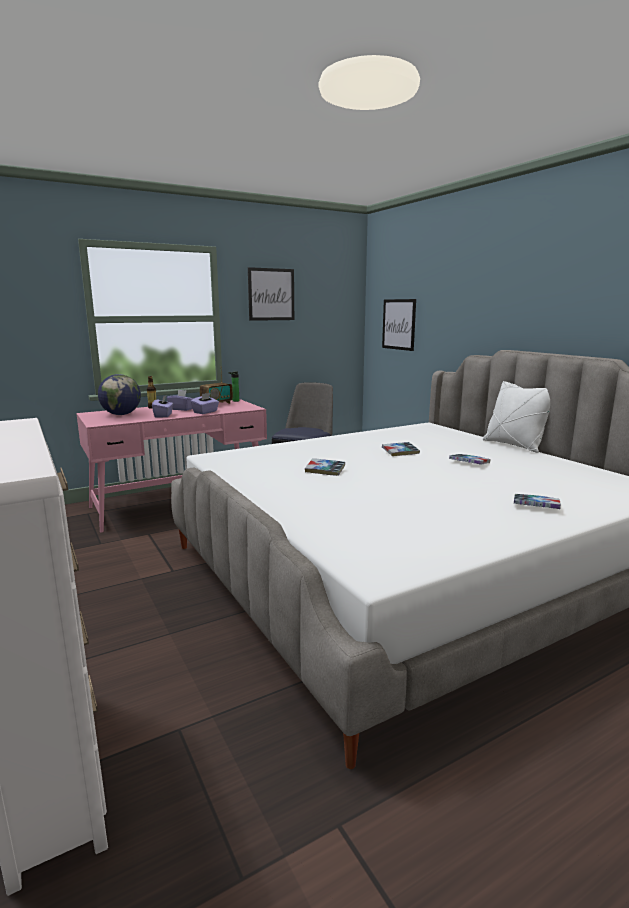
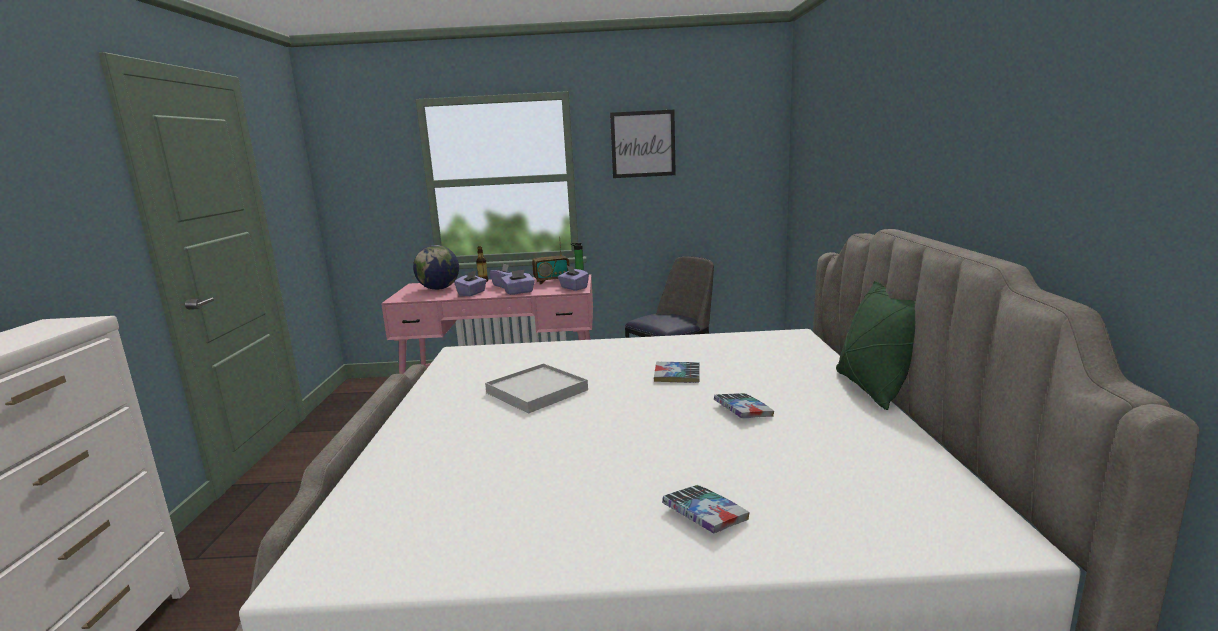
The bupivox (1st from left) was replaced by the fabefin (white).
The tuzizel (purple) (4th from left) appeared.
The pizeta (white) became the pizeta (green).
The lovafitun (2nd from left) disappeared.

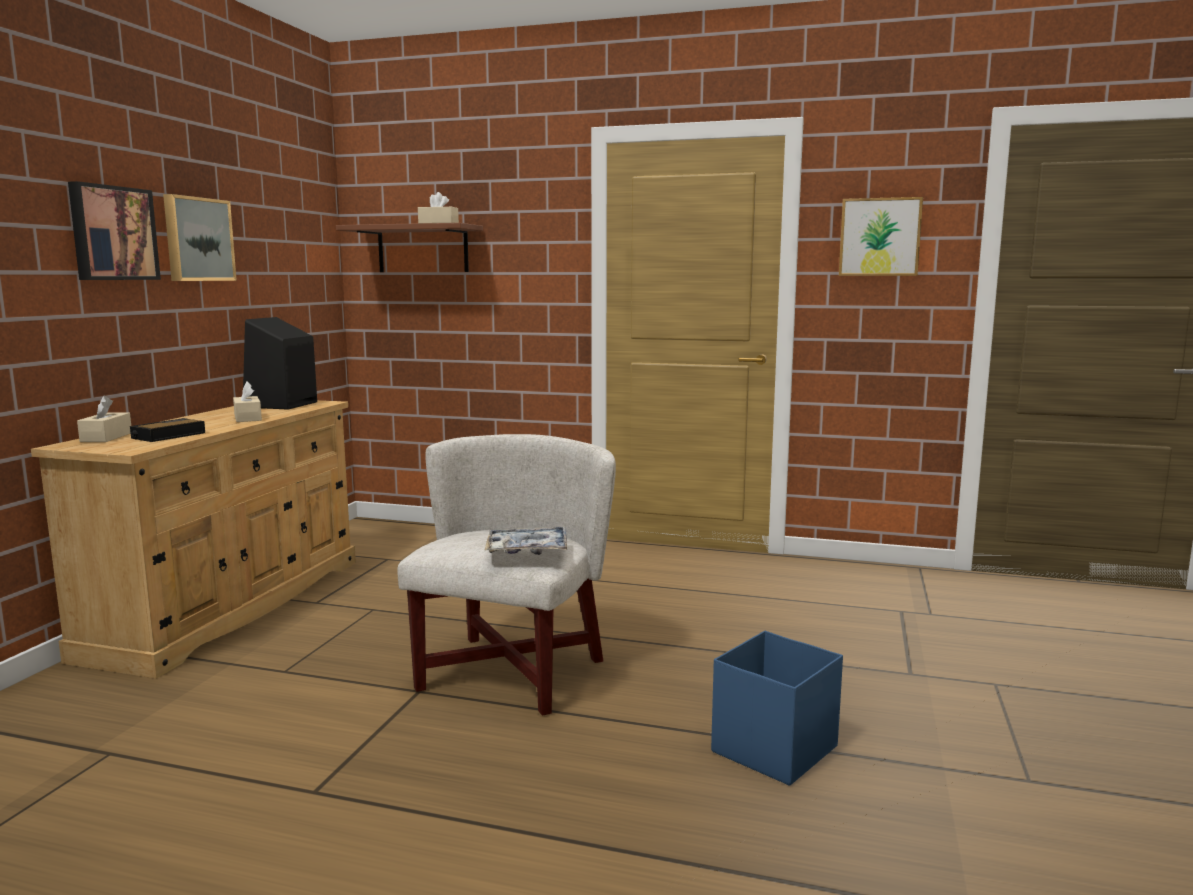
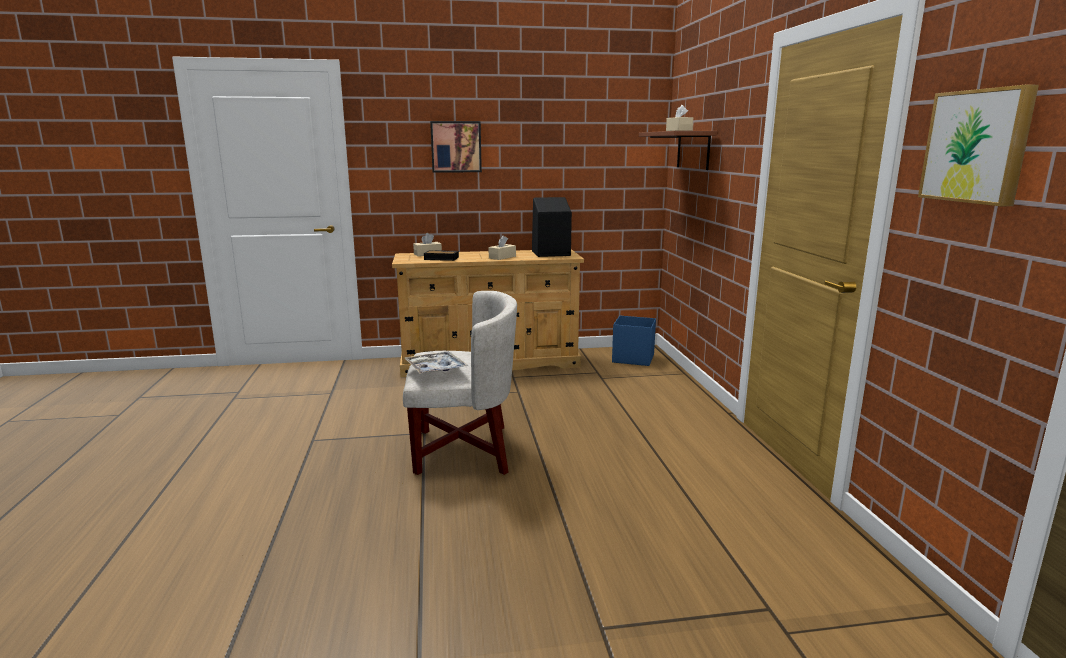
The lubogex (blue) moved.
The lovafitun (2nd from left) disappeared.

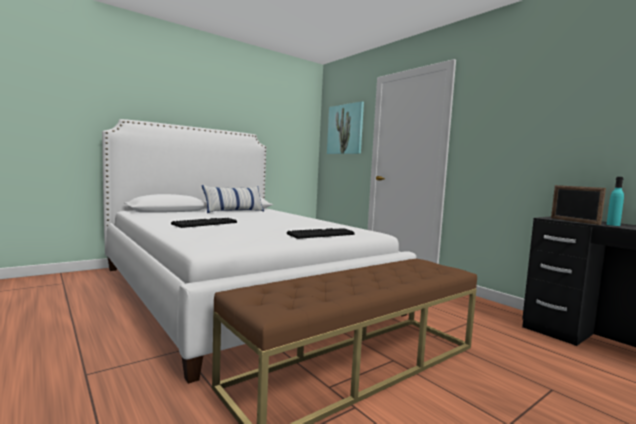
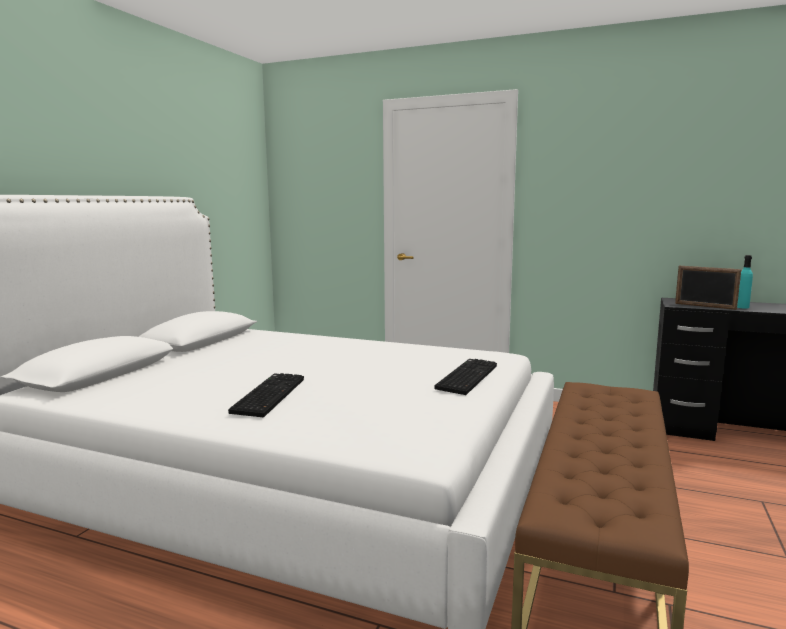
The pizeta disappeared.
The lovafitun disappeared.

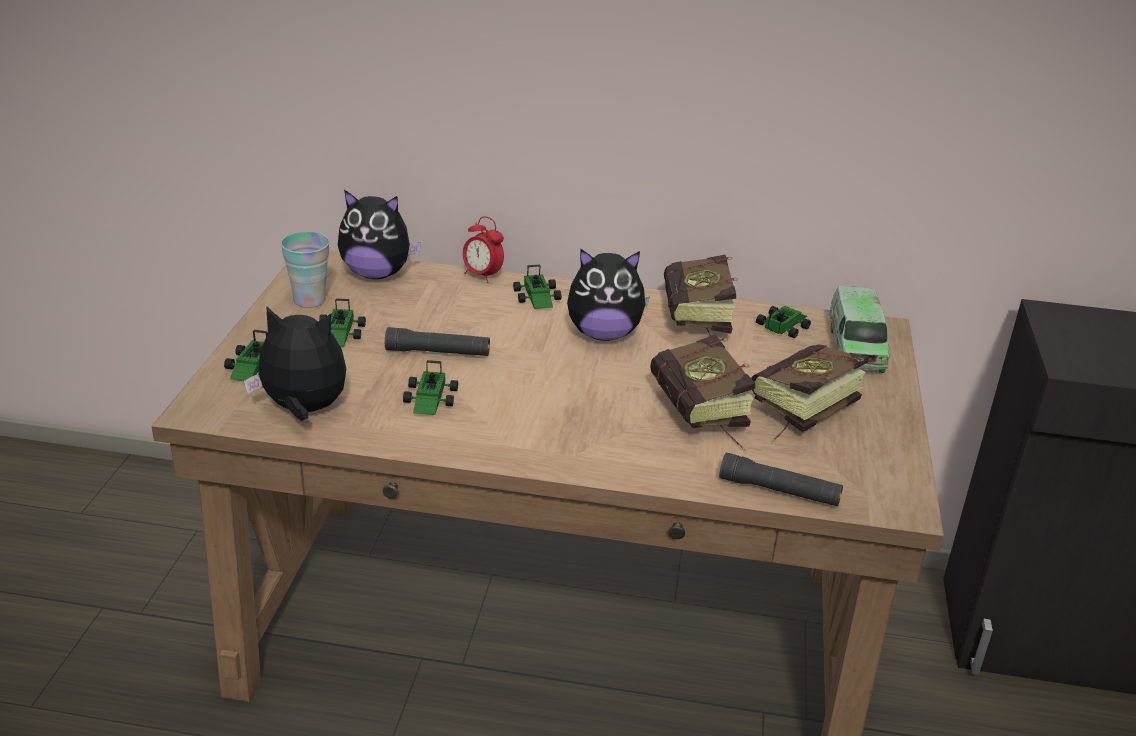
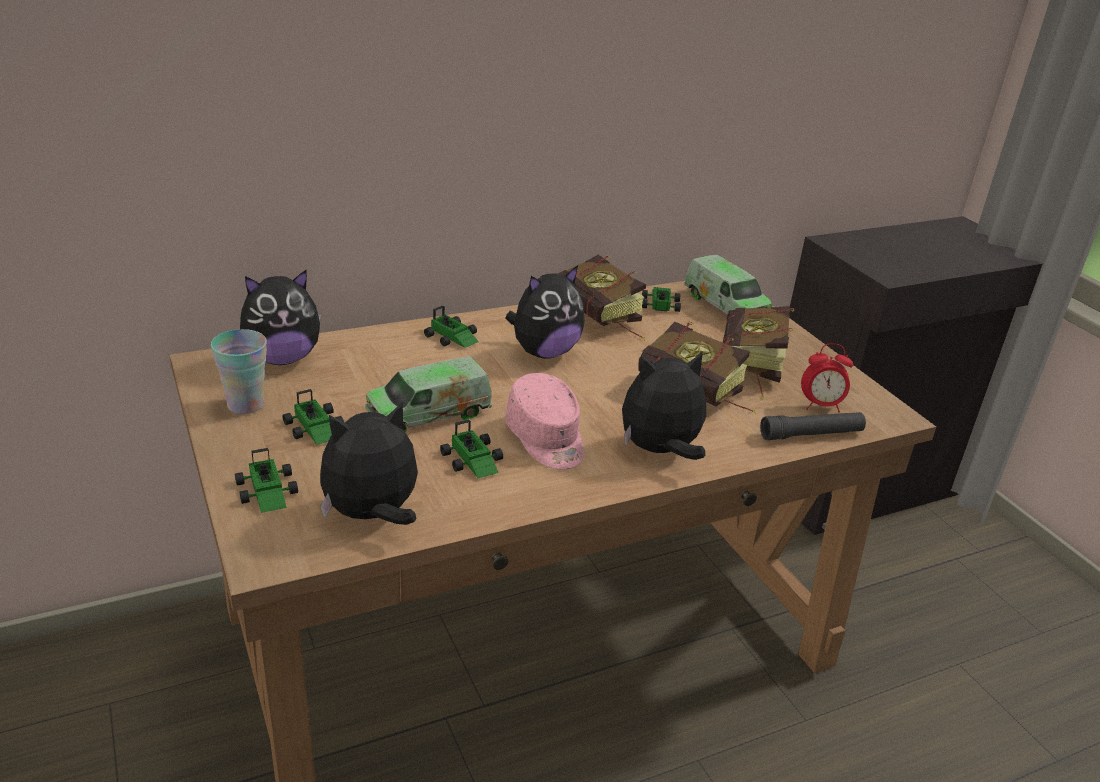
The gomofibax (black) (1st from left) was replaced by the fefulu (1st from left).
The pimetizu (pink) appeared.
The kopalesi (4th from left) appeared.
The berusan moved.

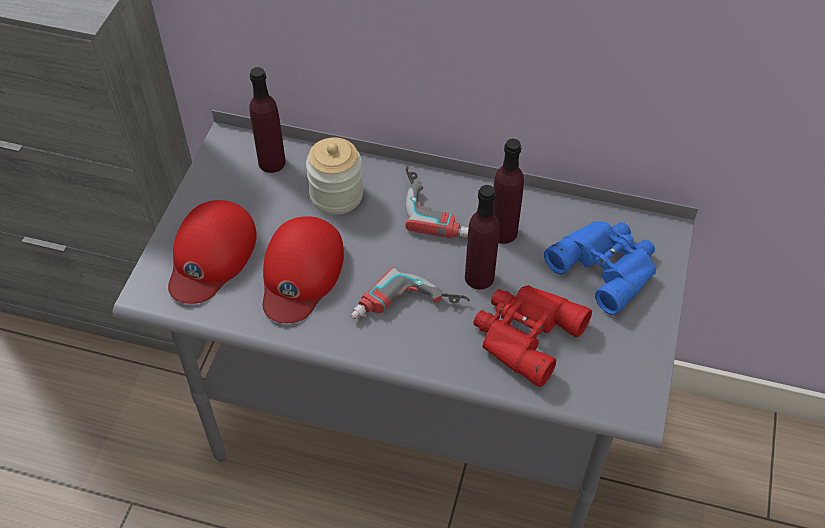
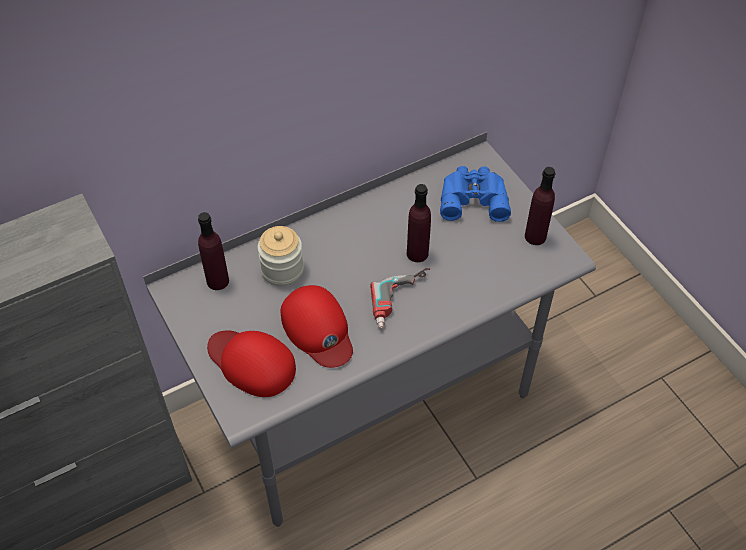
The pimetizu (red) (1st from left) turned 150 degrees clockwise.
The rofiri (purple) (3rd from left) moved.
The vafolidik (2nd from left) disappeared.
The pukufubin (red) disappeared.

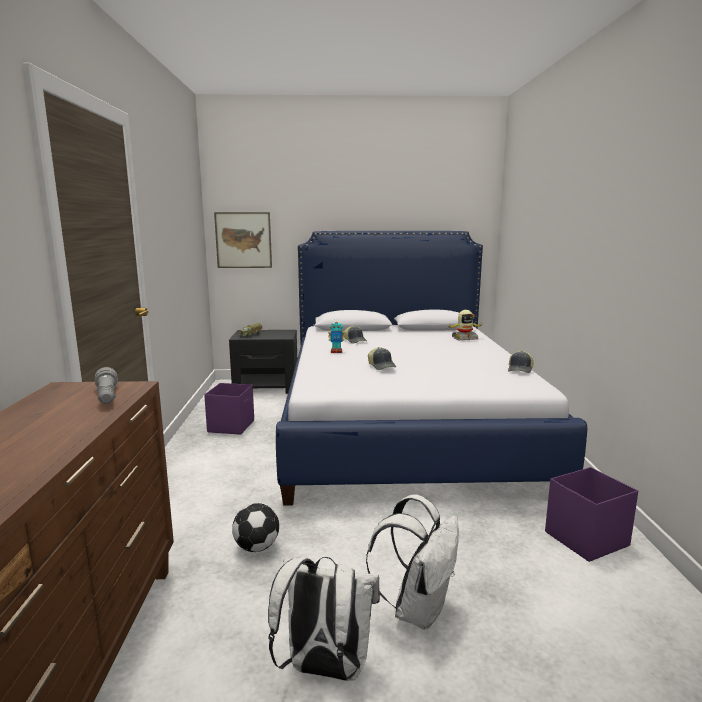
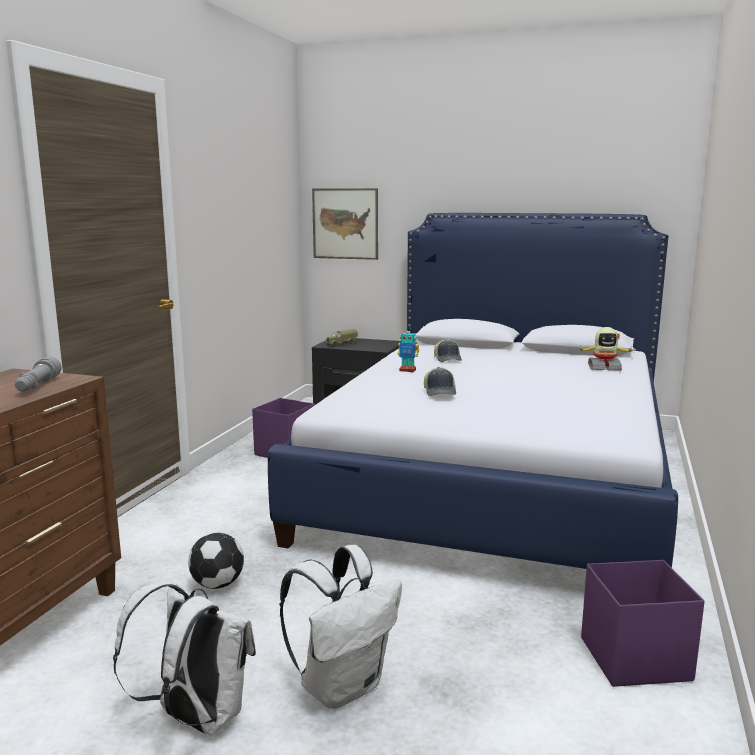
The pimetizu (3rd from left) disappeared.

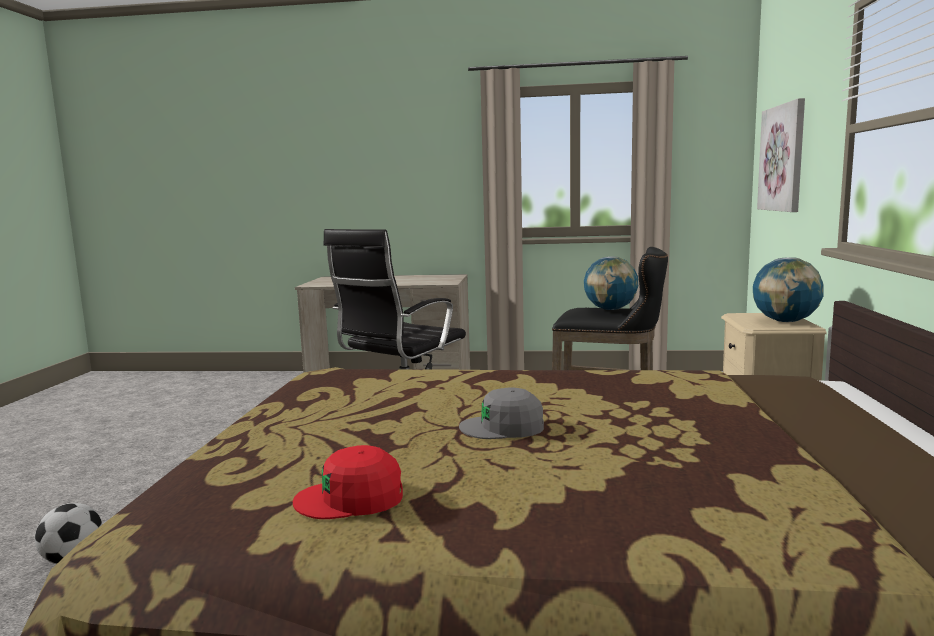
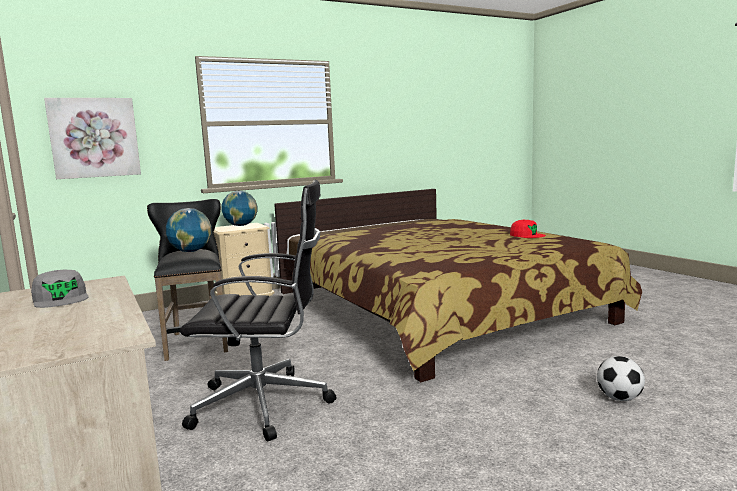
The pimetizu (grey) moved.

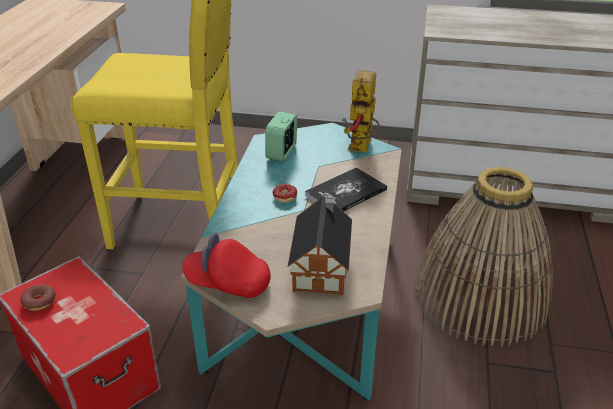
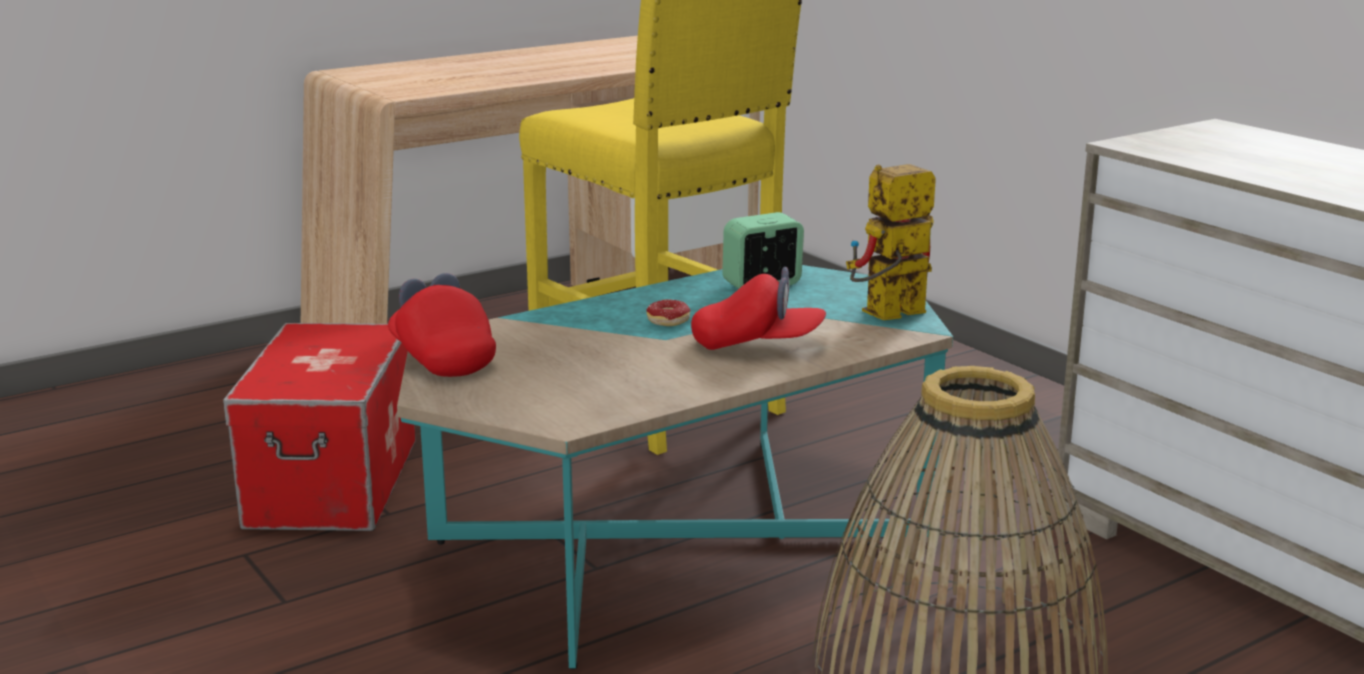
The bupivox was replaced by the pimetizu (red) (2nd from left).
The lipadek (1st from left) disappeared.
The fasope disappeared.

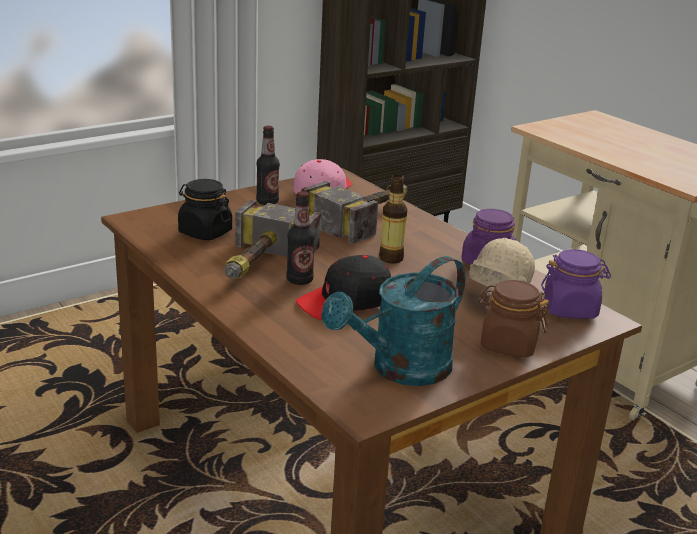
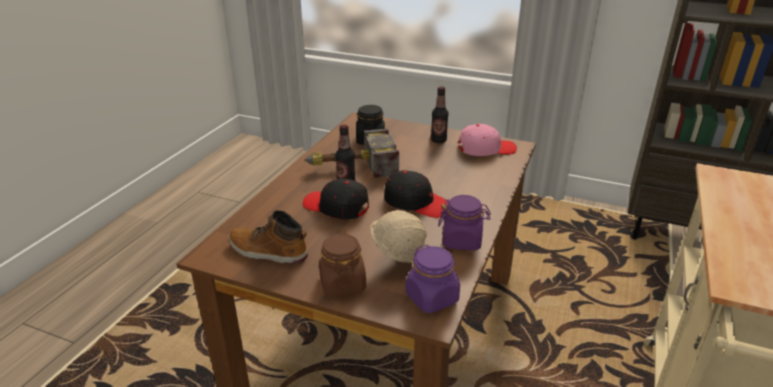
The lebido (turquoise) was replaced by the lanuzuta.
The rofiri (3rd from left) was replaced by the pimetizu (black) (2nd from left).
The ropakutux (2nd from left) disappeared.

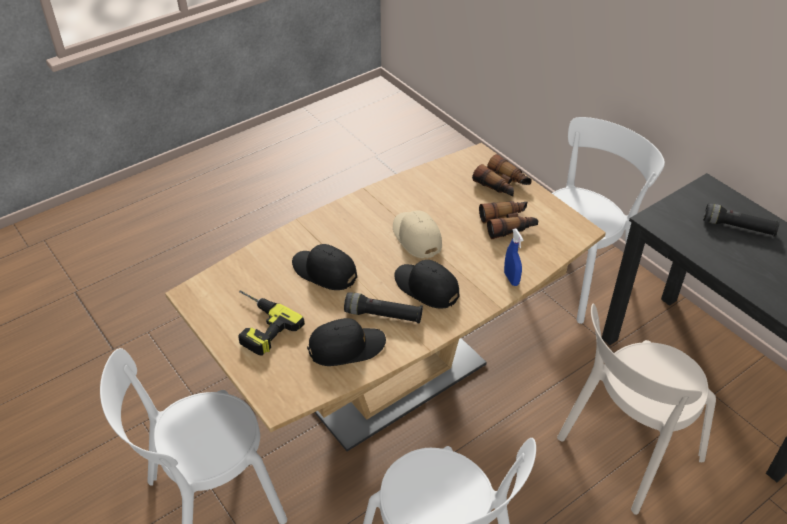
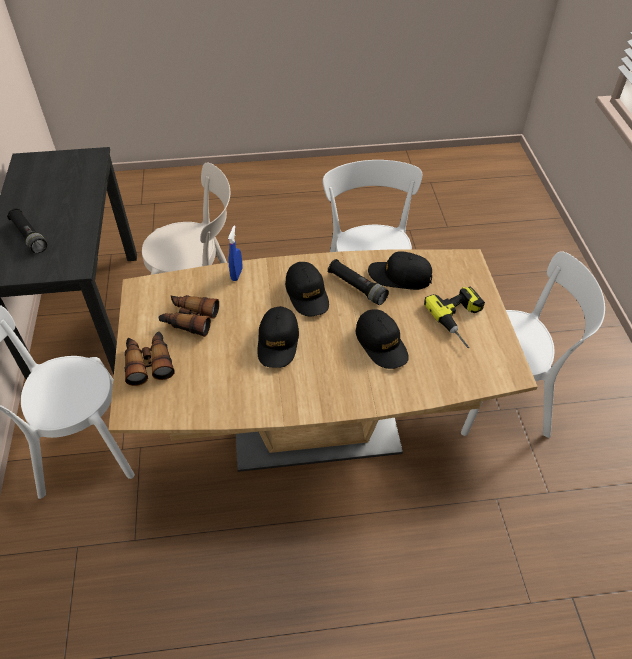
The pimetizu (beige) became the pimetizu (black) (1st from left).

